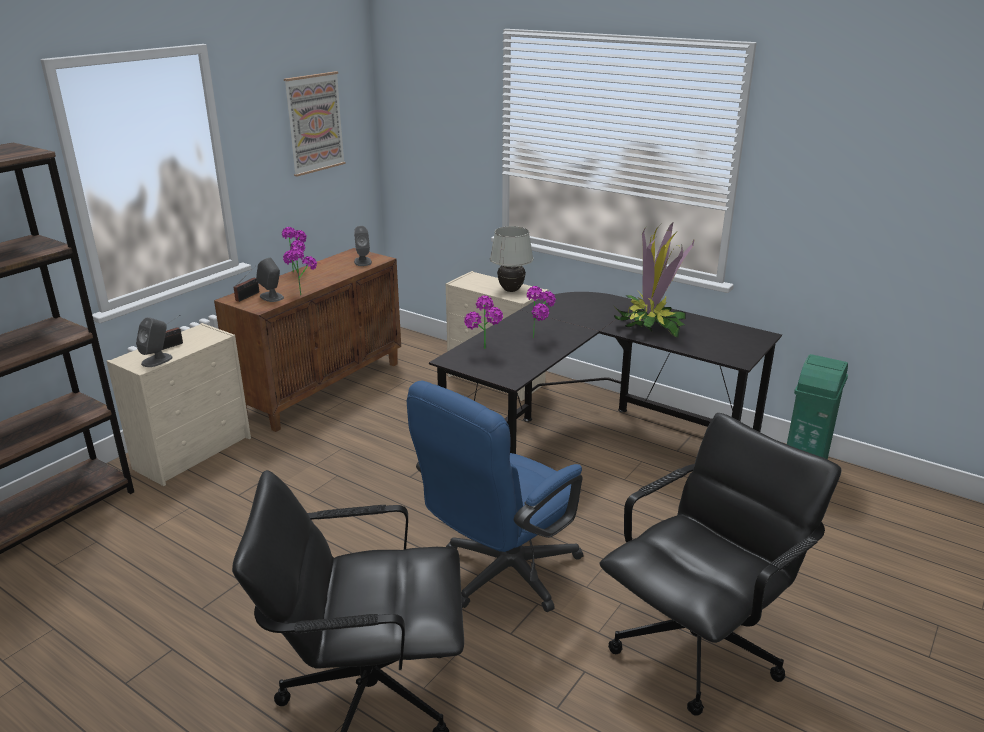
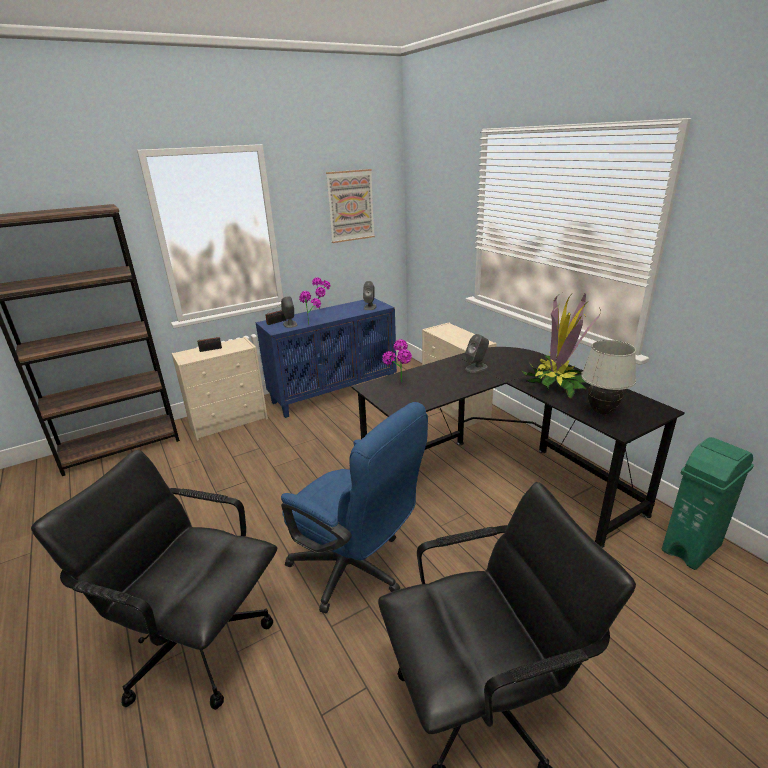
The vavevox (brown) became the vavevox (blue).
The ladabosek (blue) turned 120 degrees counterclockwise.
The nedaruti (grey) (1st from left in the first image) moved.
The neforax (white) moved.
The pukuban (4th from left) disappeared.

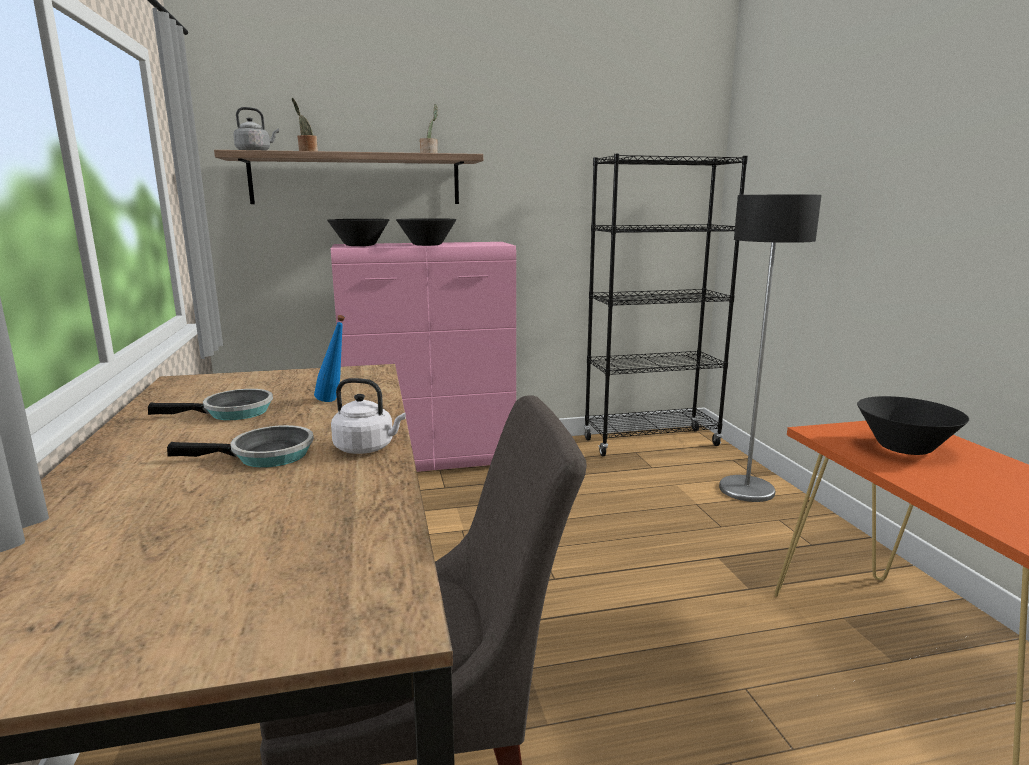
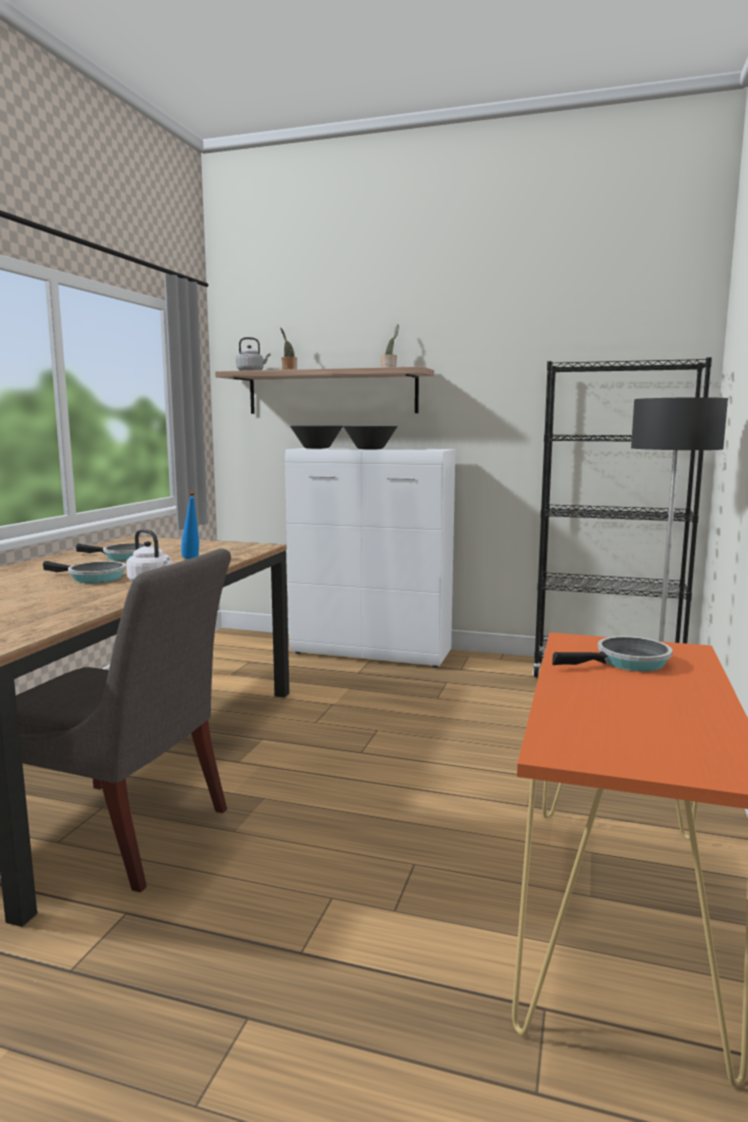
The vavevox (pink) became the vavevox (white).
The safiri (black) (3rd from left) was replaced by the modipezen (3rd from left).

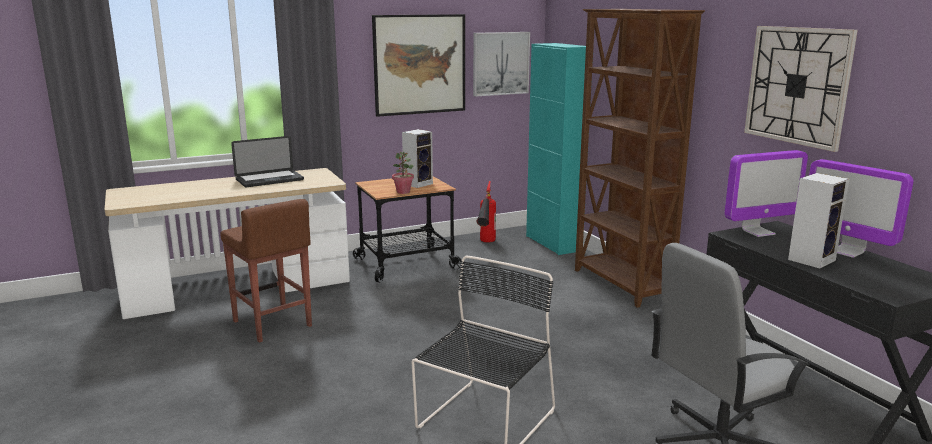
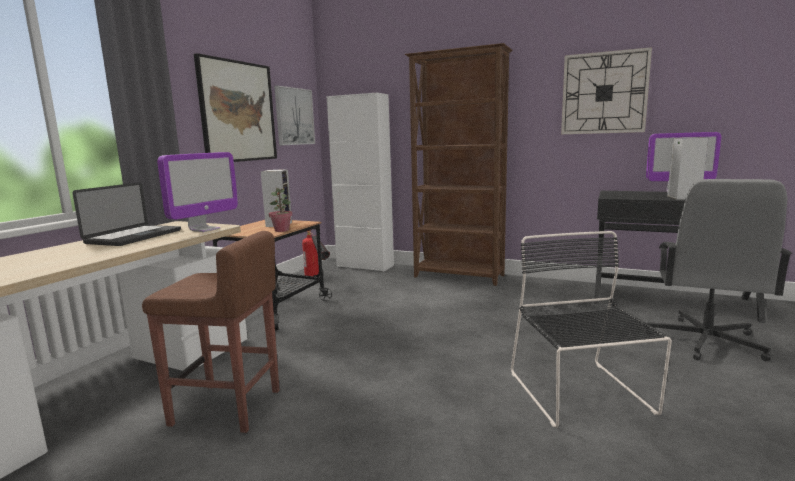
The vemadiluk (1st from left) moved.
The vavevox (turquoise) became the vavevox (white).

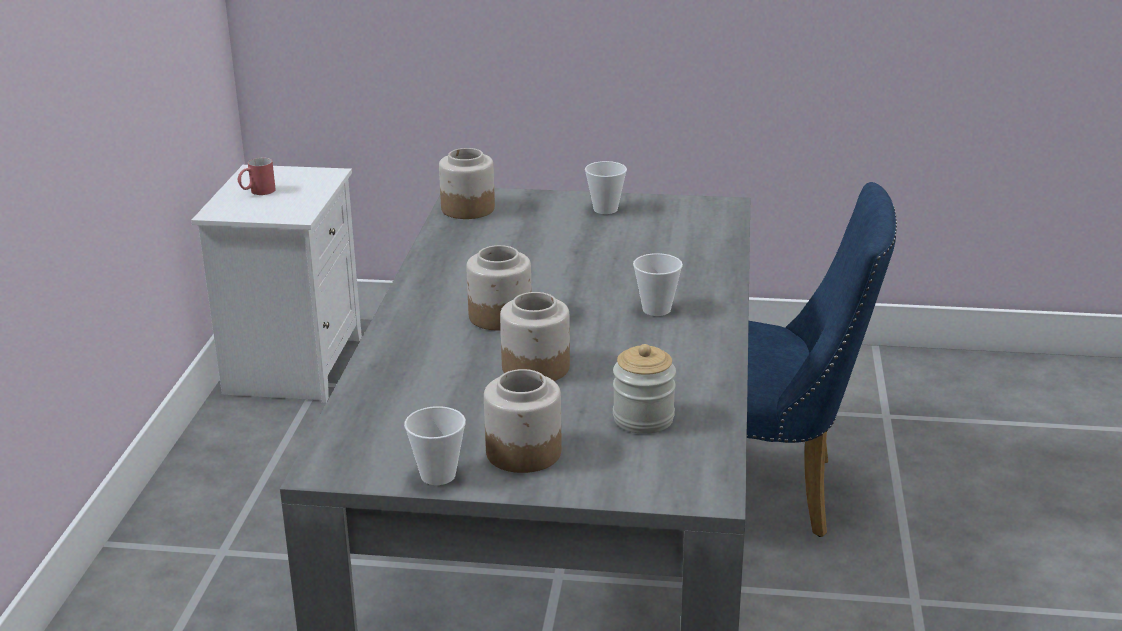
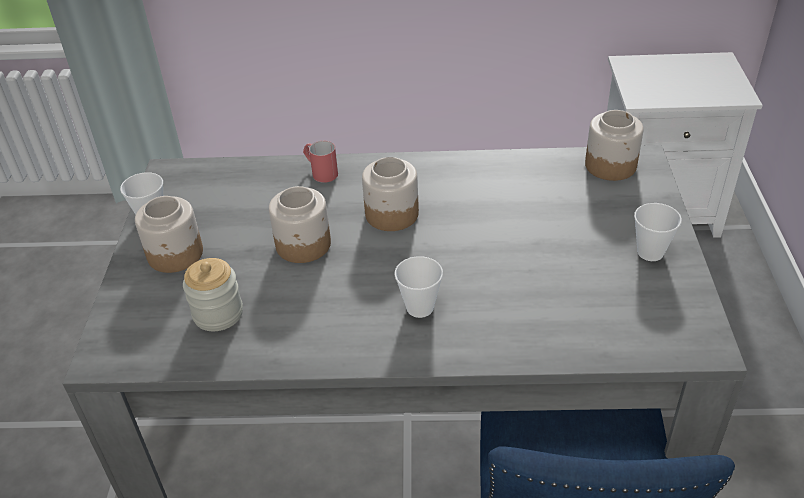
The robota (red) moved.

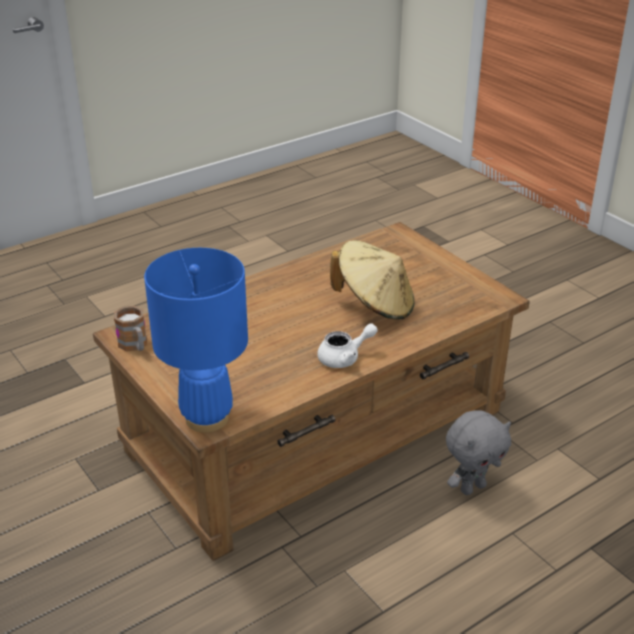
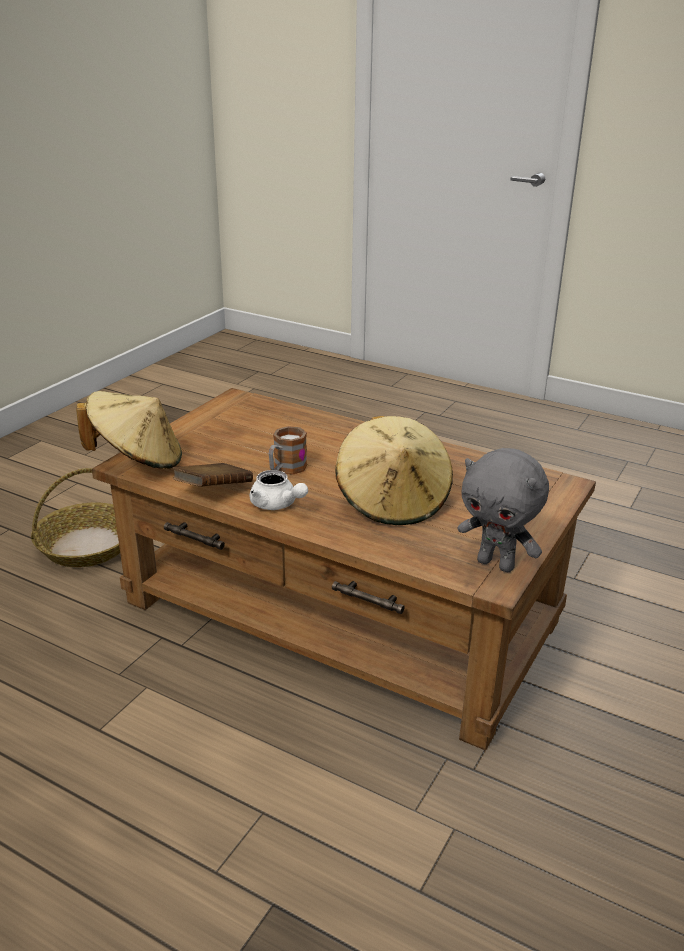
The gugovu appeared.
The neforax (blue) was replaced by the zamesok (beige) (1st from left).
The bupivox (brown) appeared.
The robota moved.
The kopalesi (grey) moved.

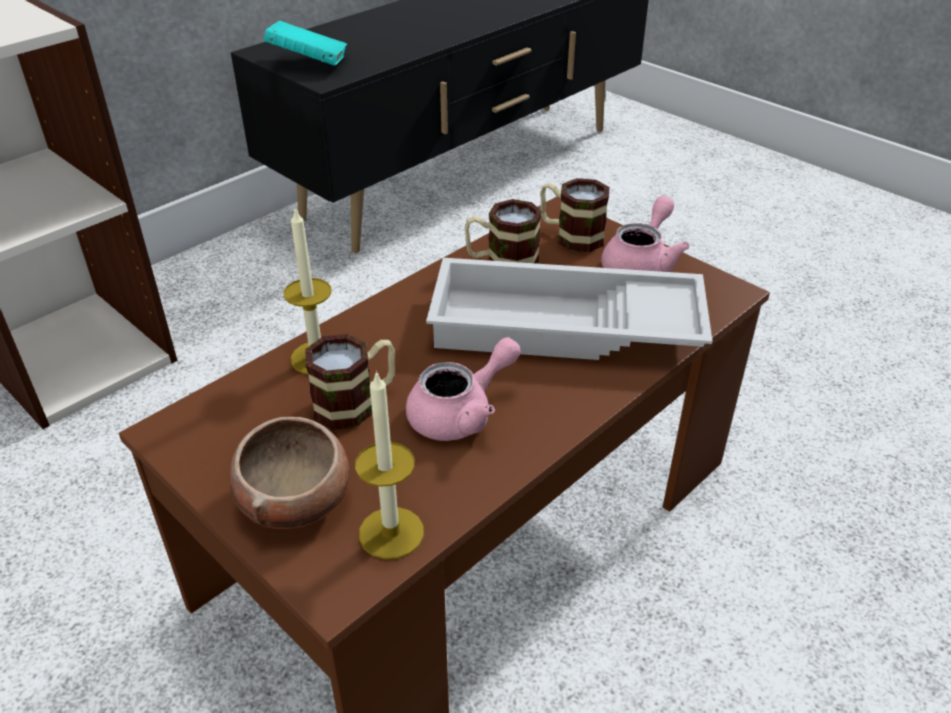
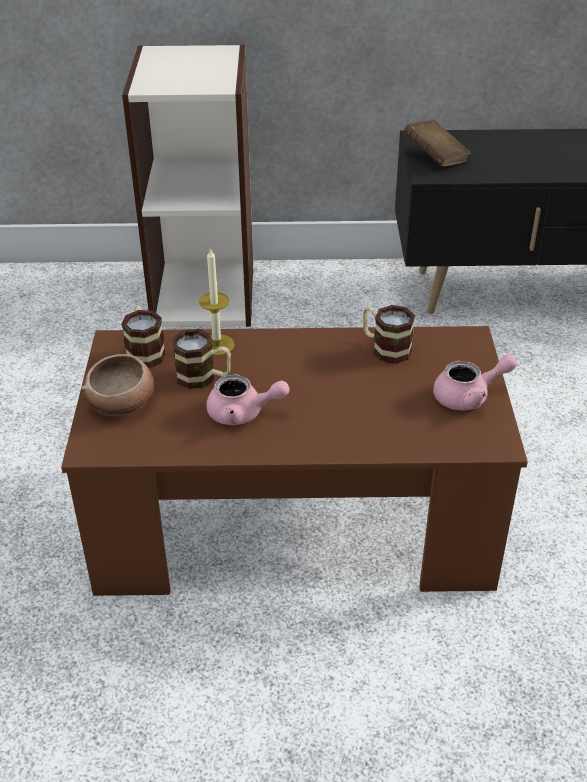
The robota (3rd from left in the first image) moved.
The bupivox (turquoise) became the bupivox (brown).
The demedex (2nd from left) disappeared.
The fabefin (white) disappeared.

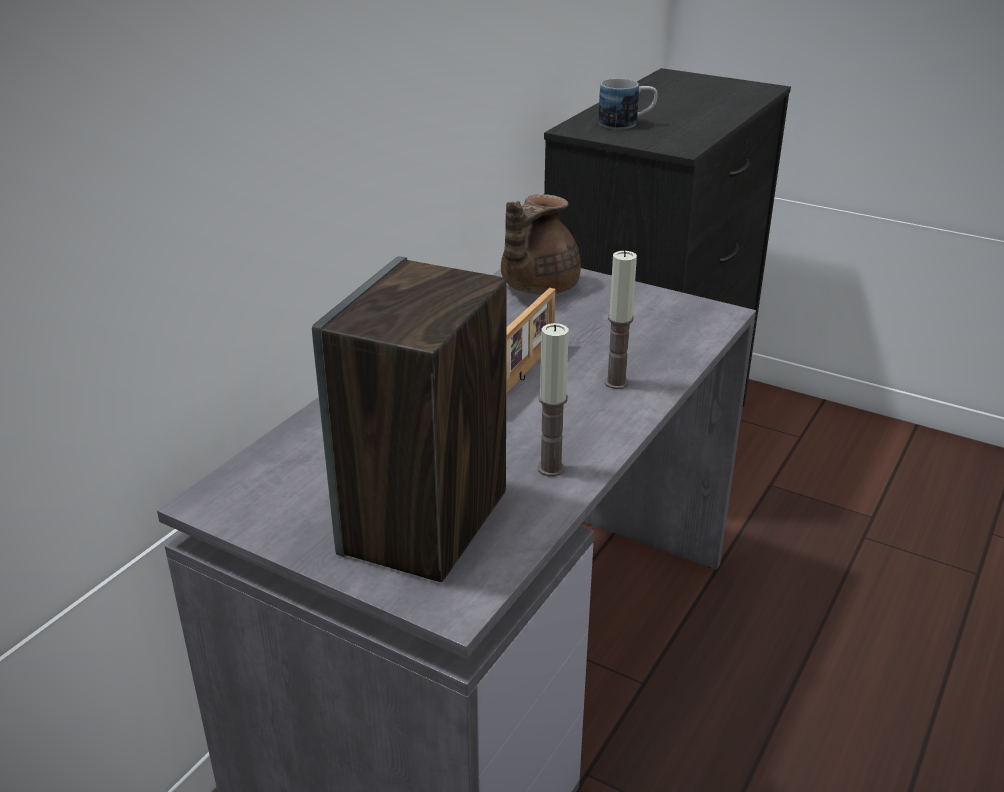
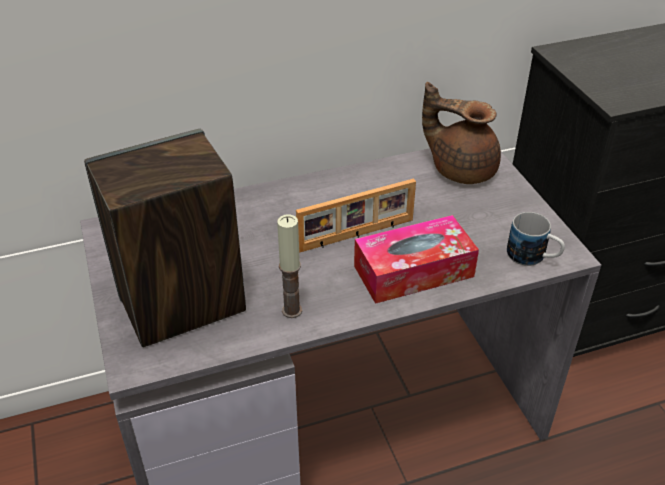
The demedex (2nd from left) was replaced by the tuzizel.
The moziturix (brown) turned 45 degrees clockwise.
The robota moved.

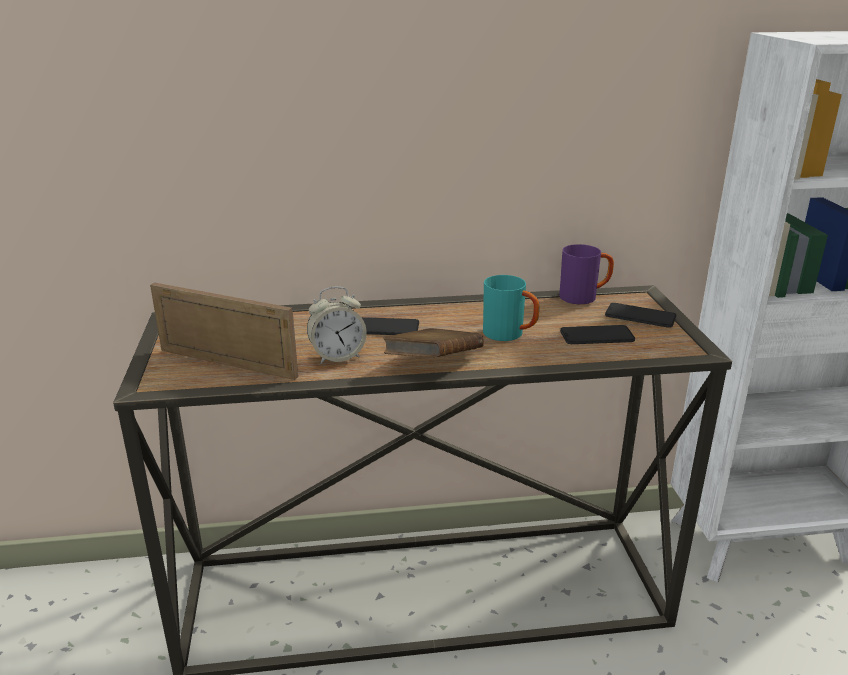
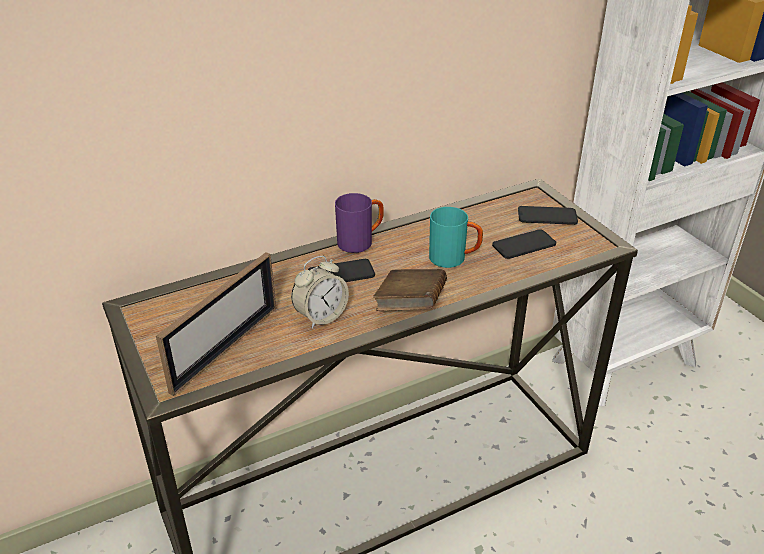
The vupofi turned 120 degrees clockwise.
The robota (purple) moved.

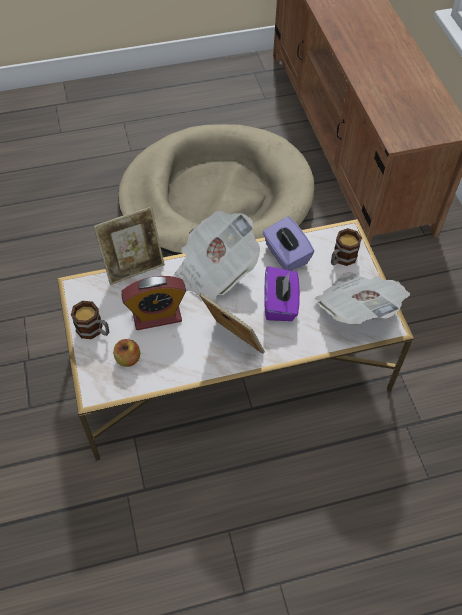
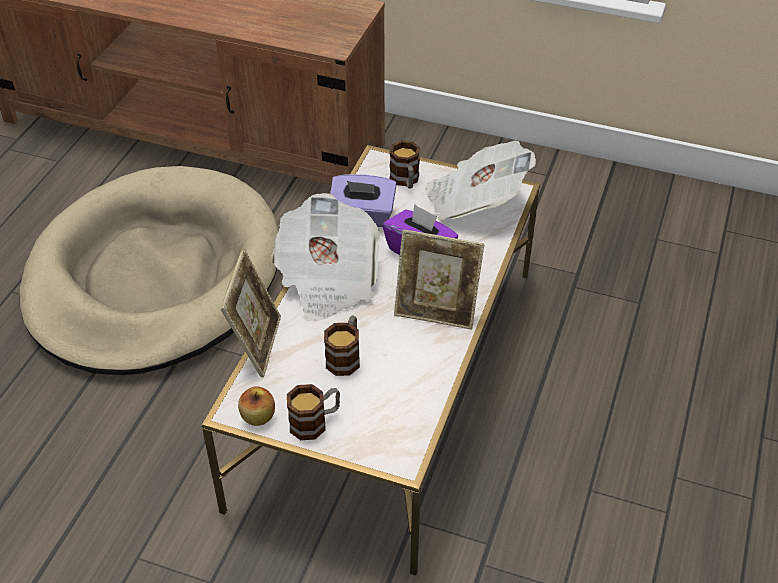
The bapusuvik moved.
The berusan was replaced by the robota (2nd from left).
The vupofi (2nd from left) turned 150 degrees counterclockwise.

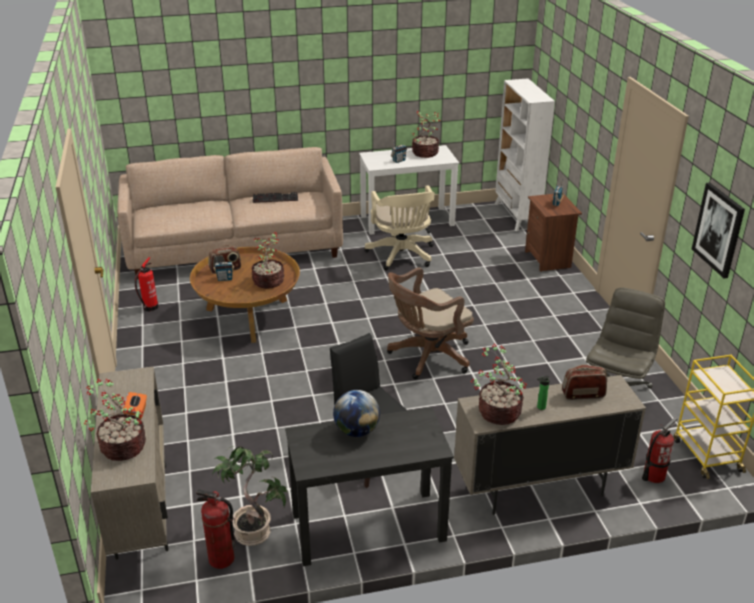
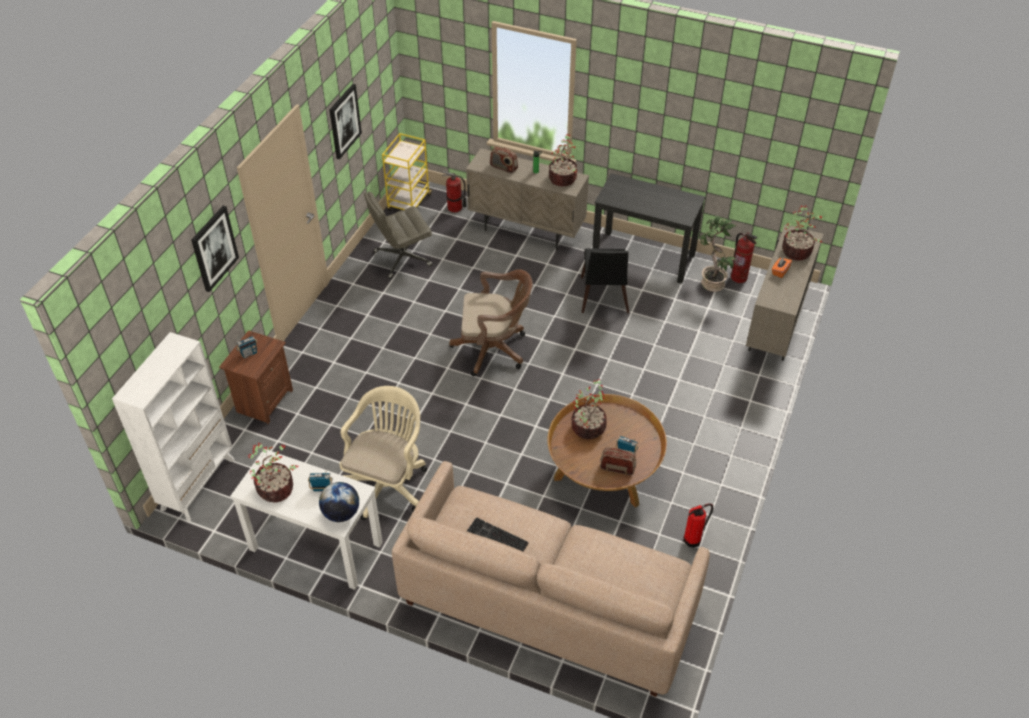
The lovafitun (1st from left) appeared.
The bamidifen moved.

